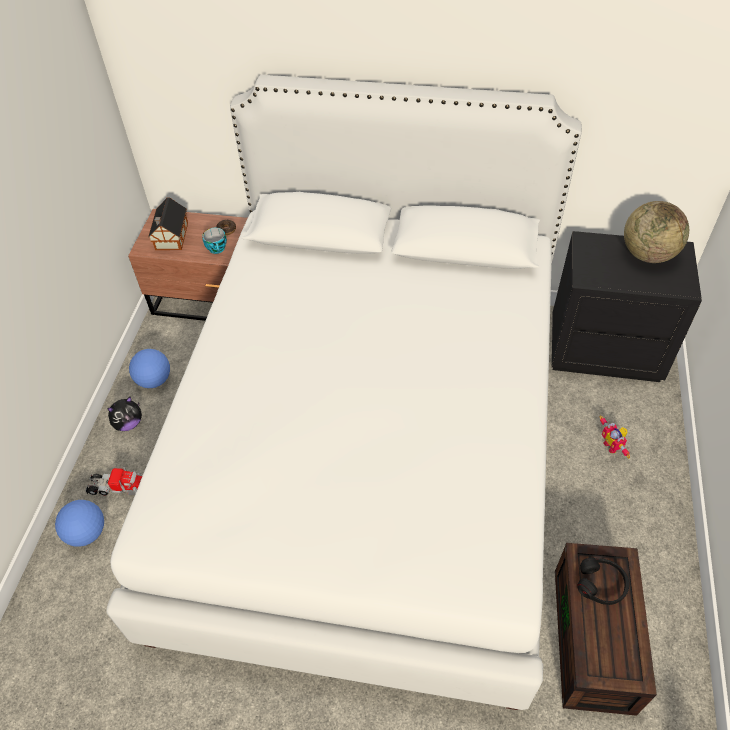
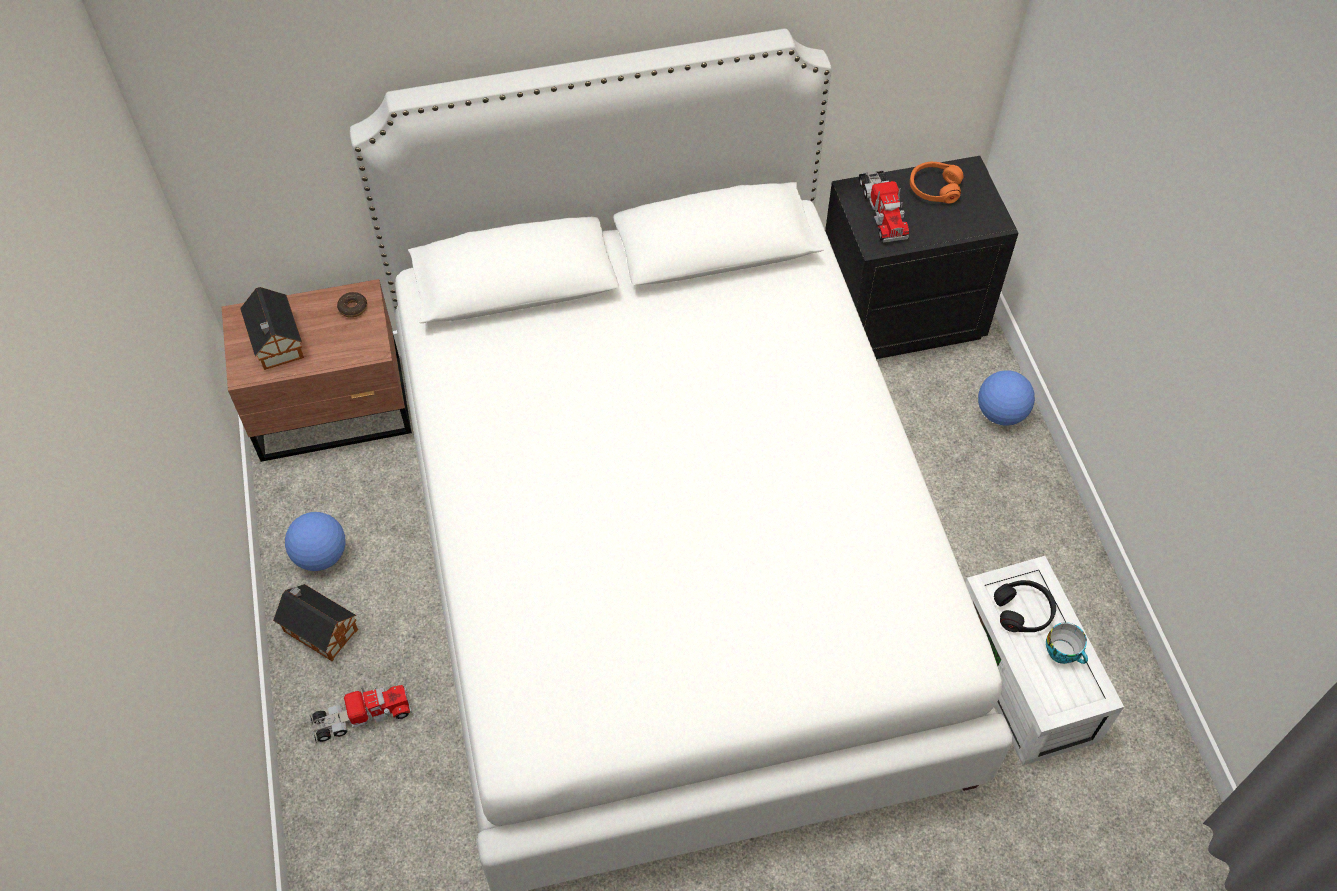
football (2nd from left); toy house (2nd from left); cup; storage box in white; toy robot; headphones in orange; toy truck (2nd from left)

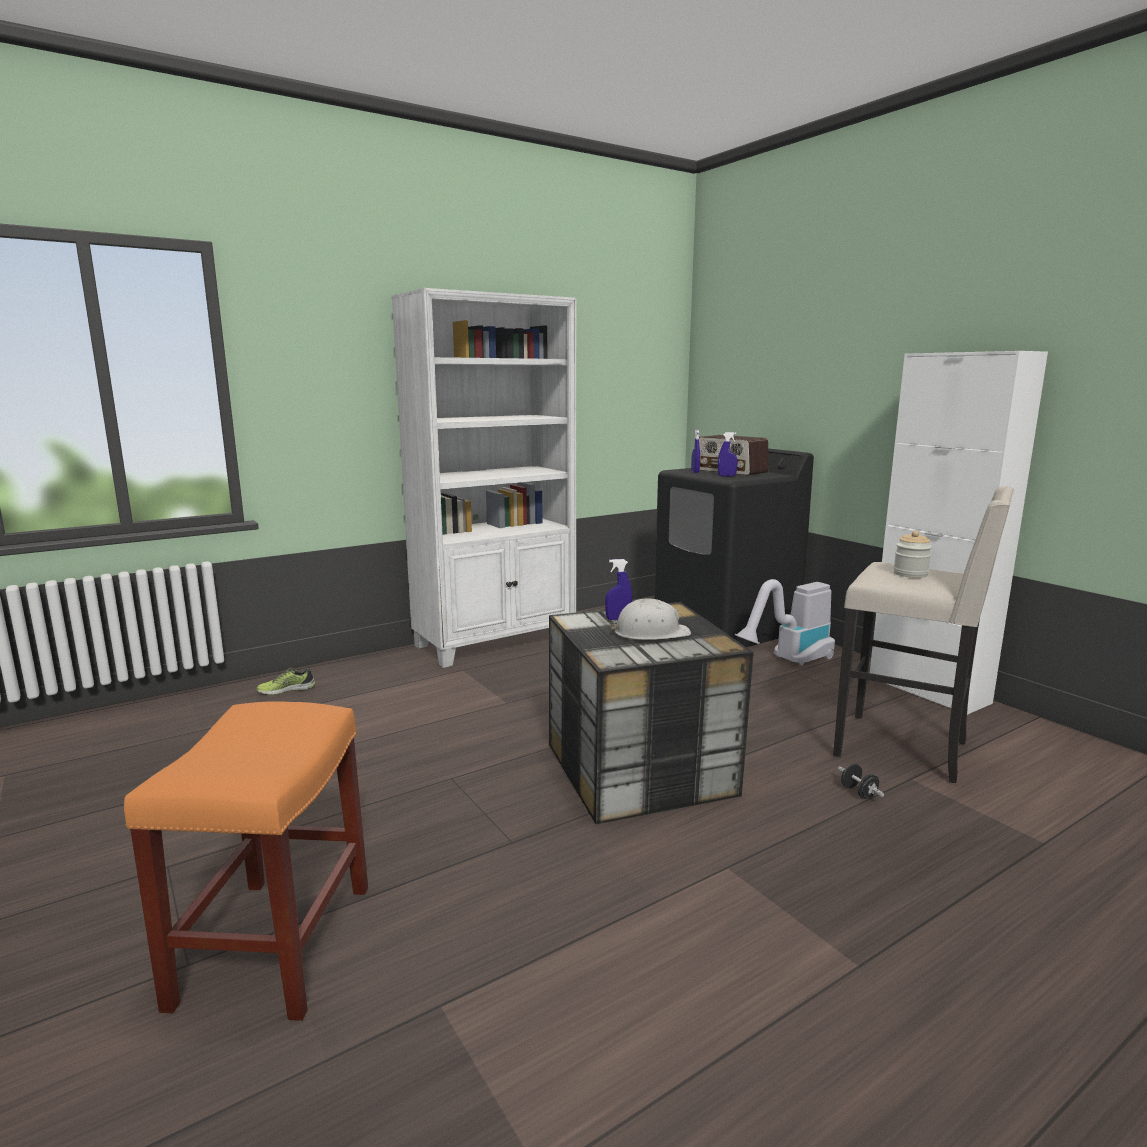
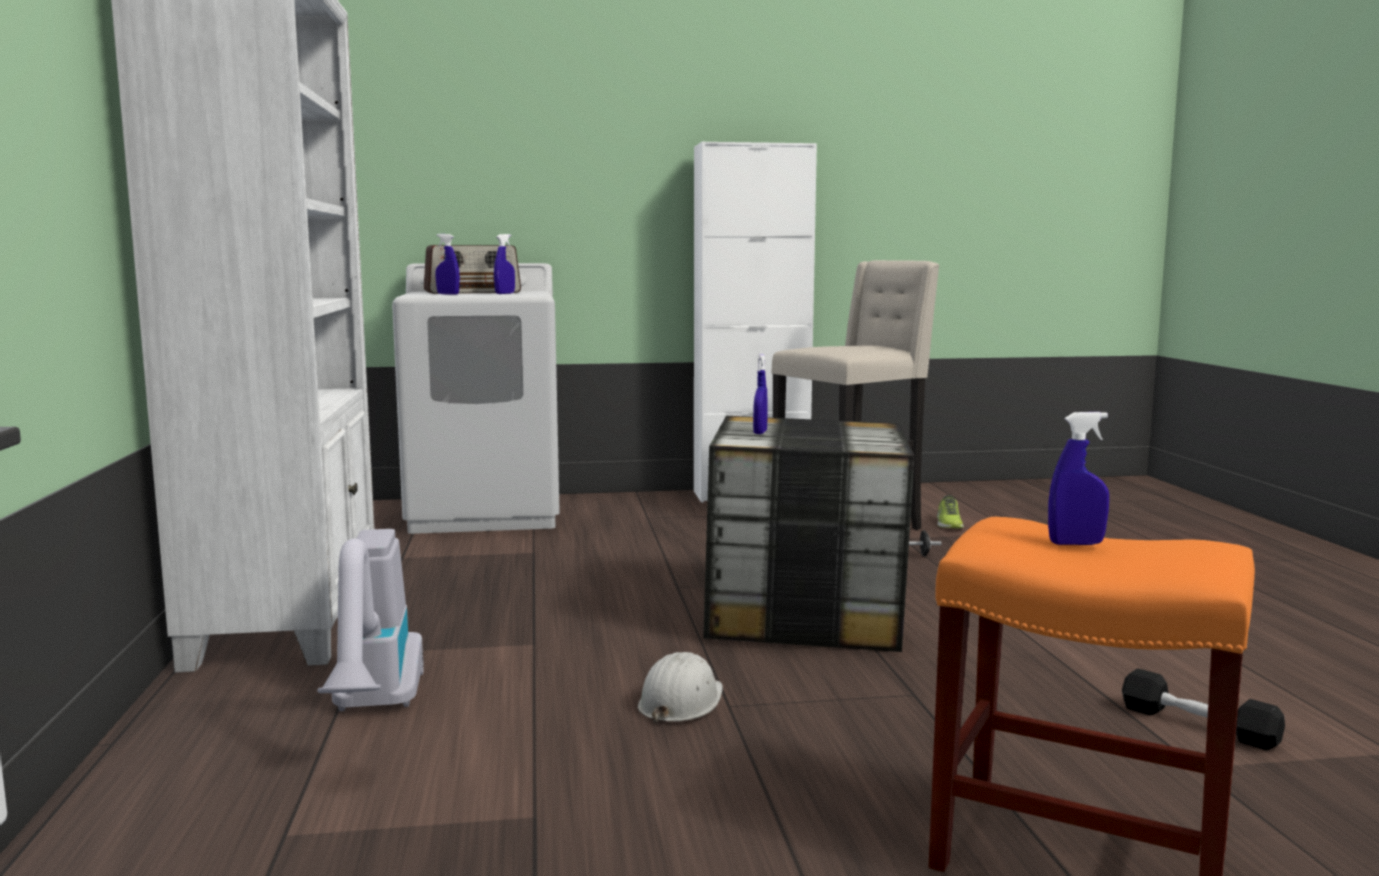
shoe; hard hat in white; washing machine in white; vacuum cleaner; jar; spray bottle in blue (4th from left); dumbbell in black (2nd from left)

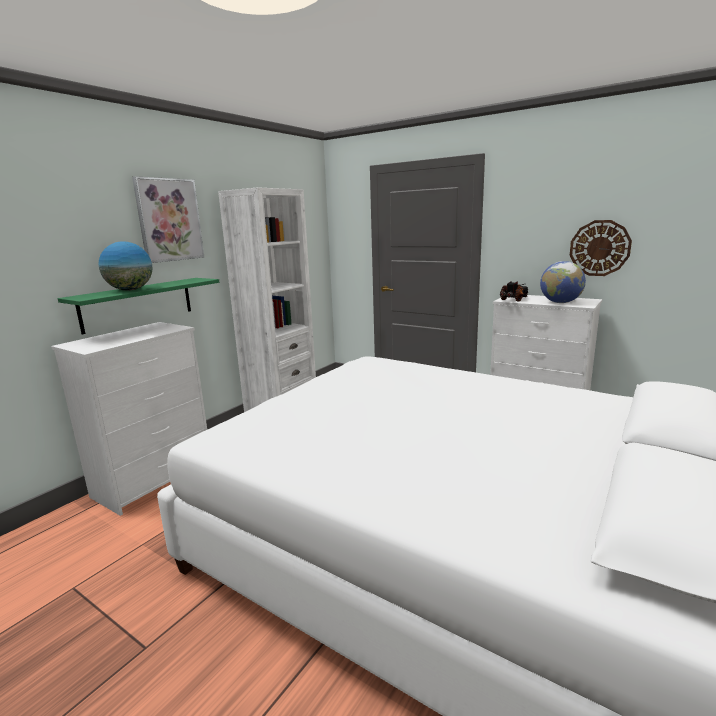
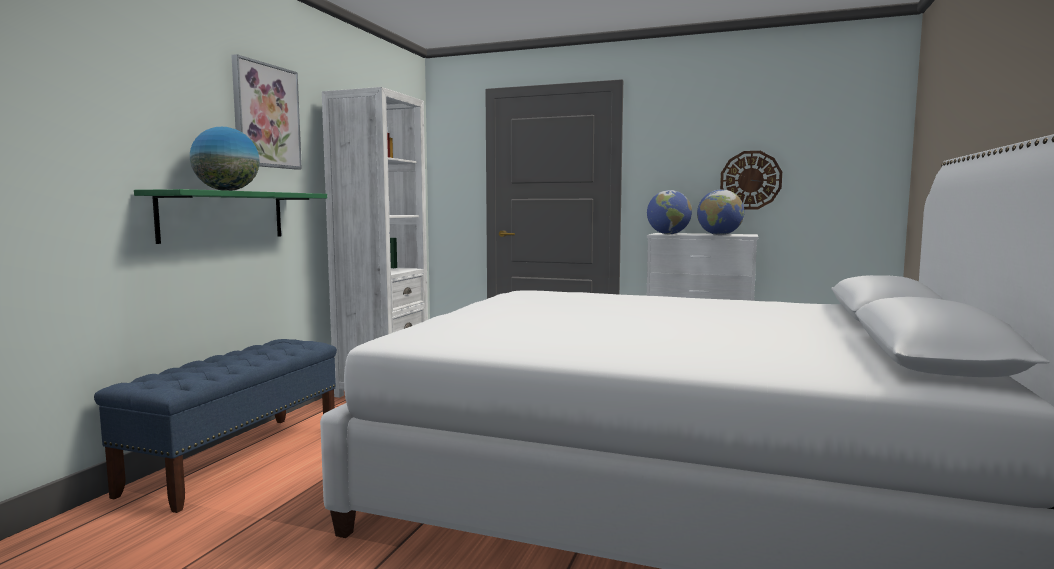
bench in blue; globe (2nd from left)

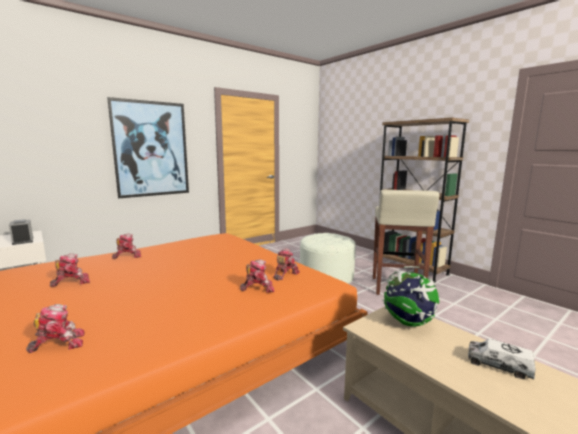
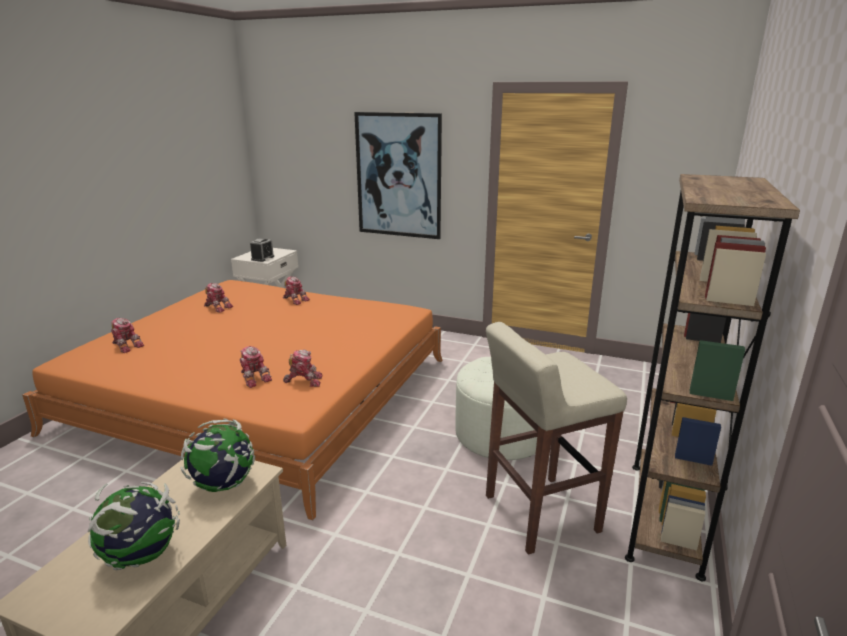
globe (1st from left)

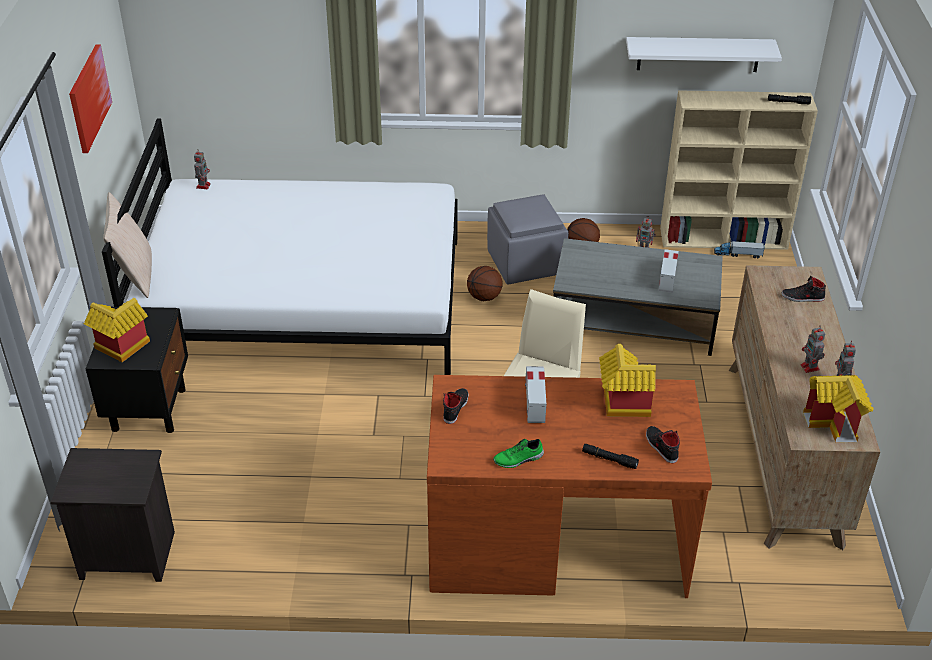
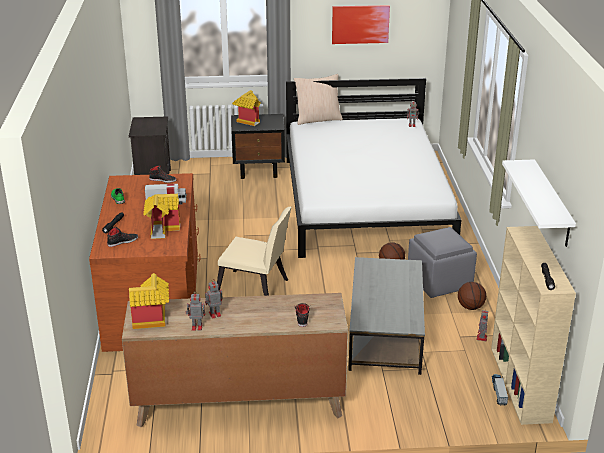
toy truck (2nd from left in the first image)

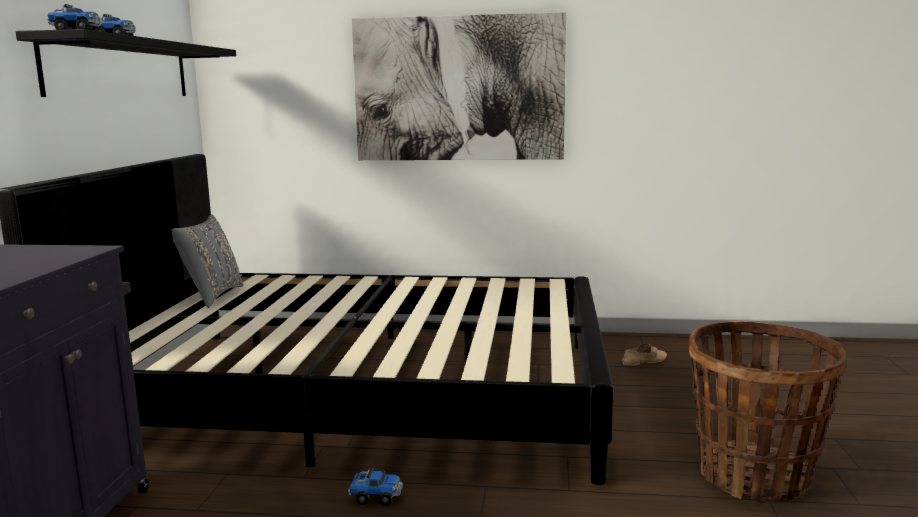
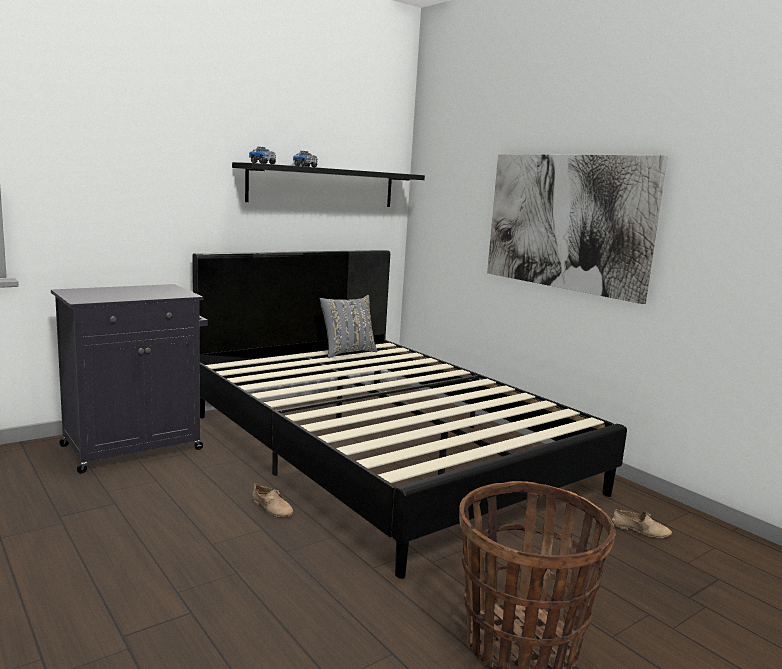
shoe in beige (1st from left)

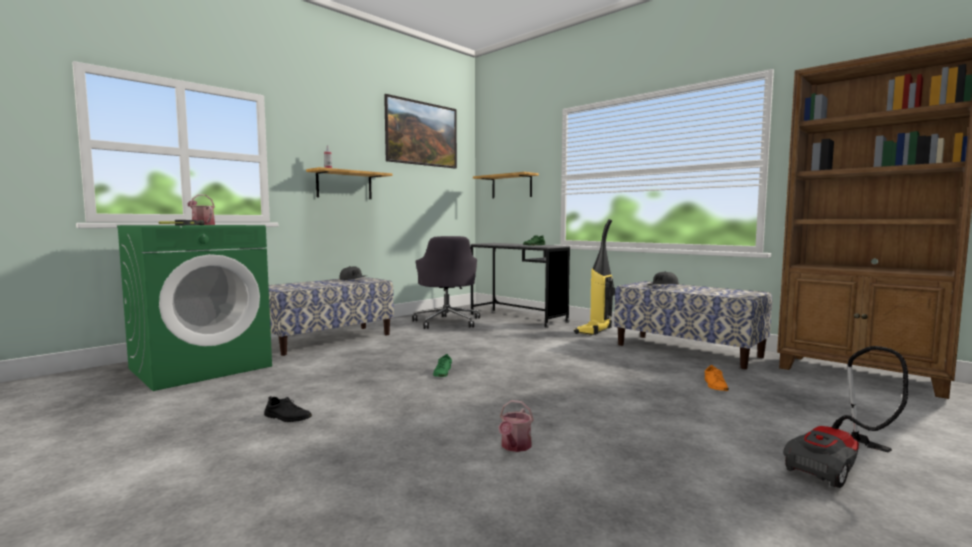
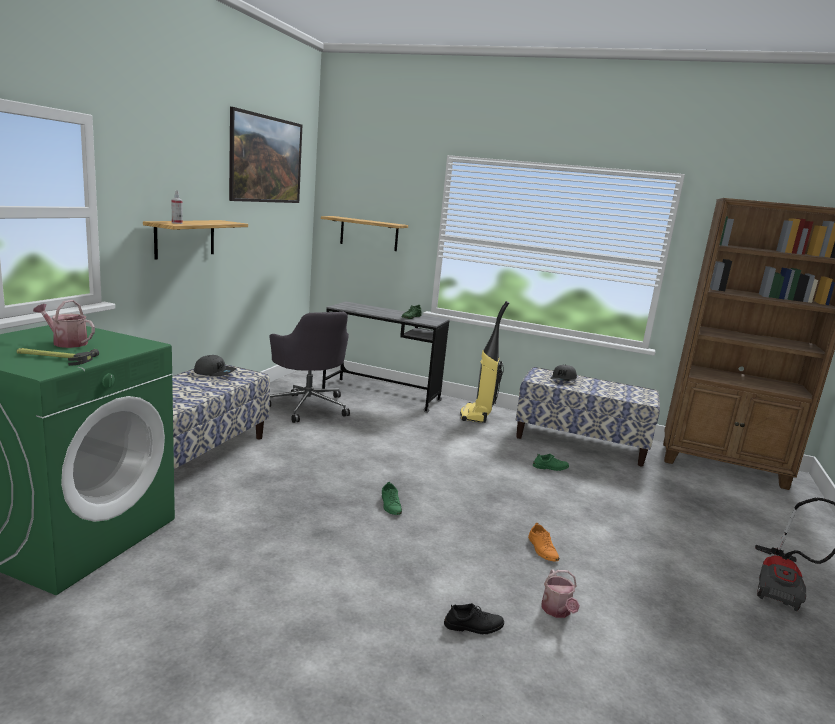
shoe in black; shoe in orange; shoe in green (3rd from left)

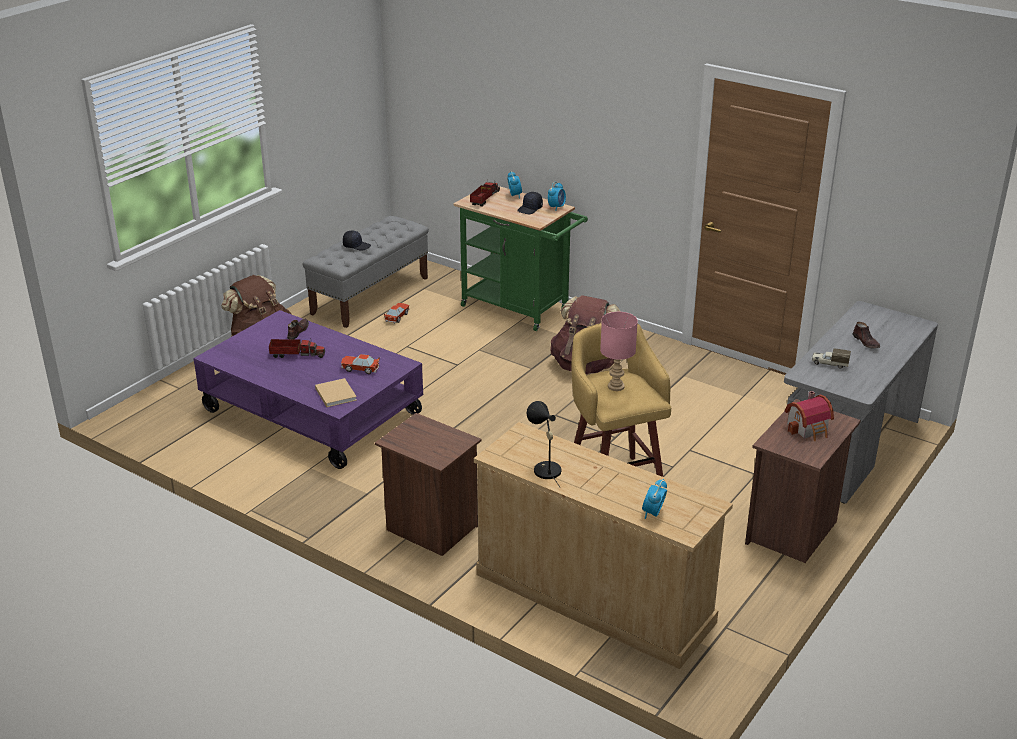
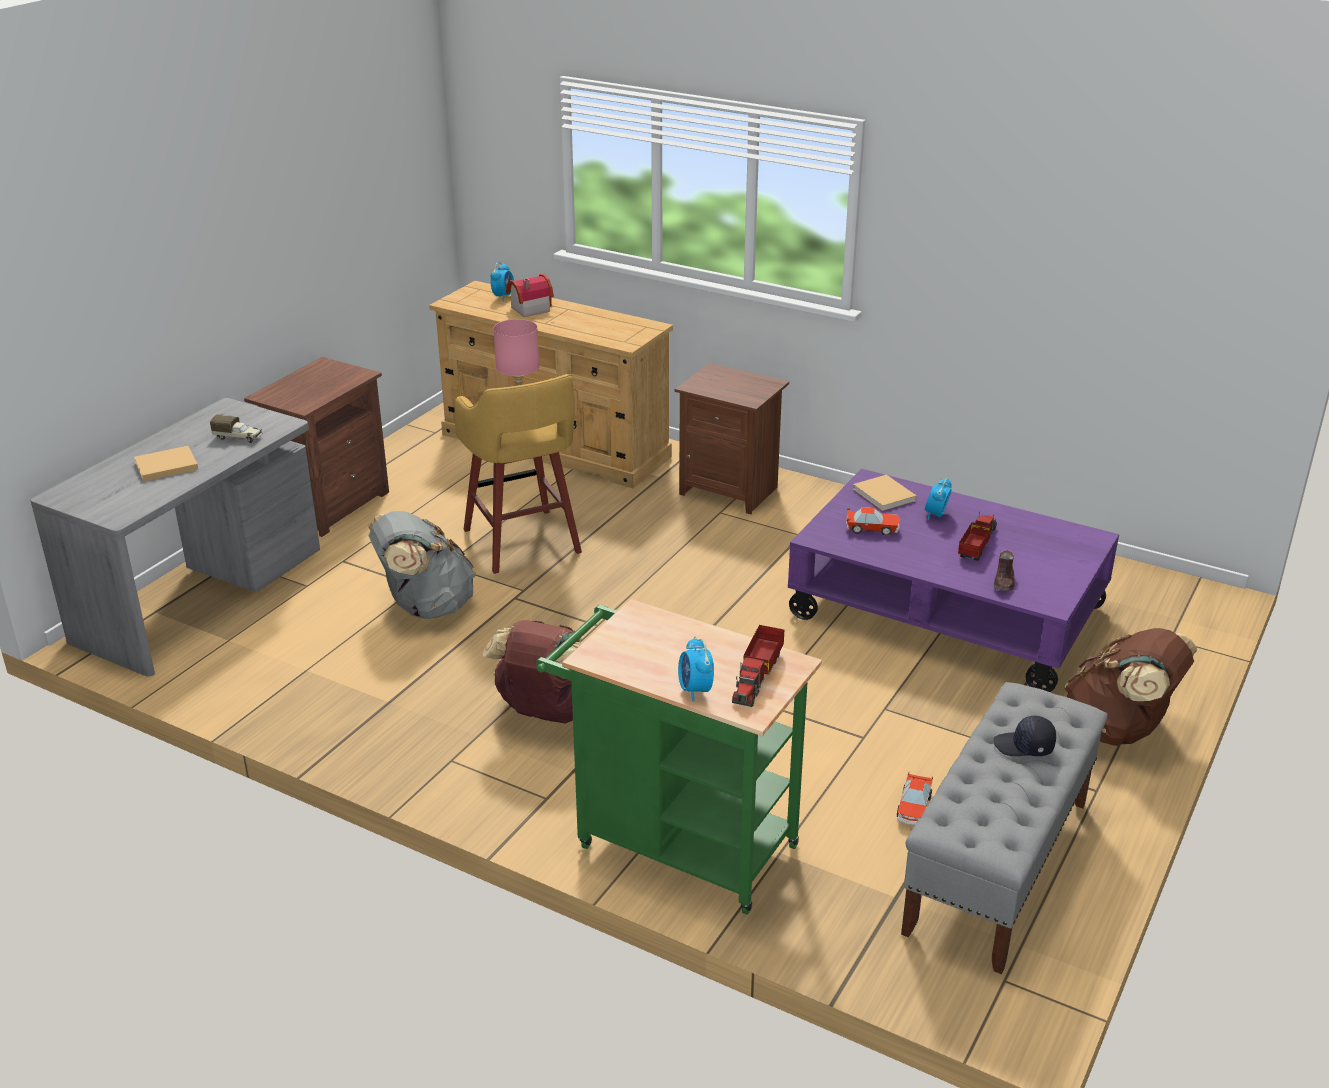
toy truck (3rd from left); cap in black (2nd from left in the first image); table lamp in black; alarm clock (3rd from left); toy house; book in beige (1st from left); backpack in grey

